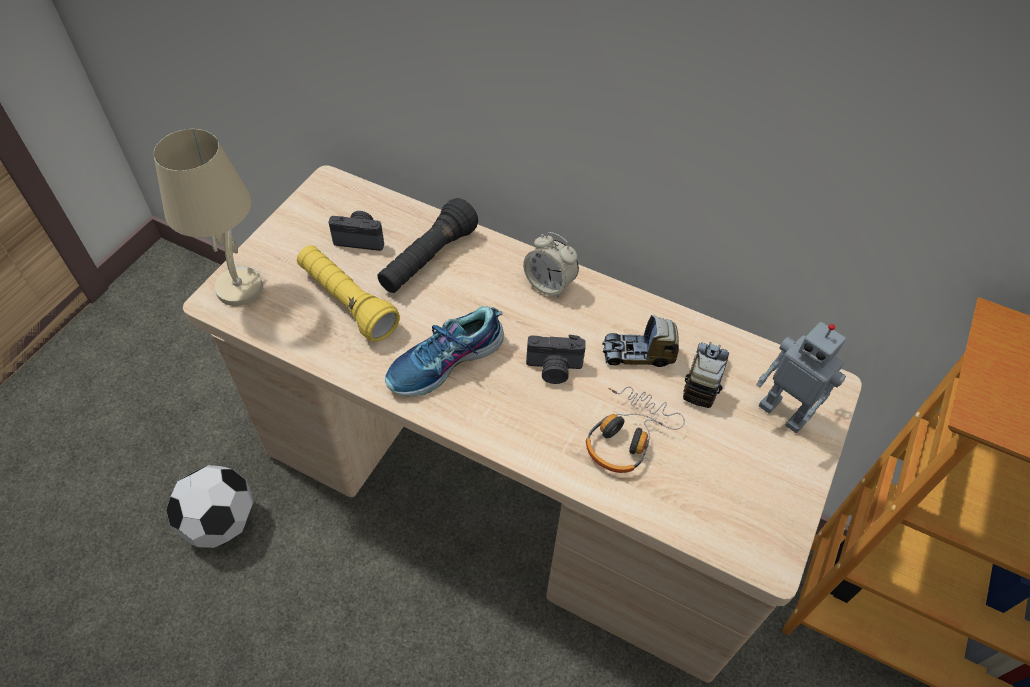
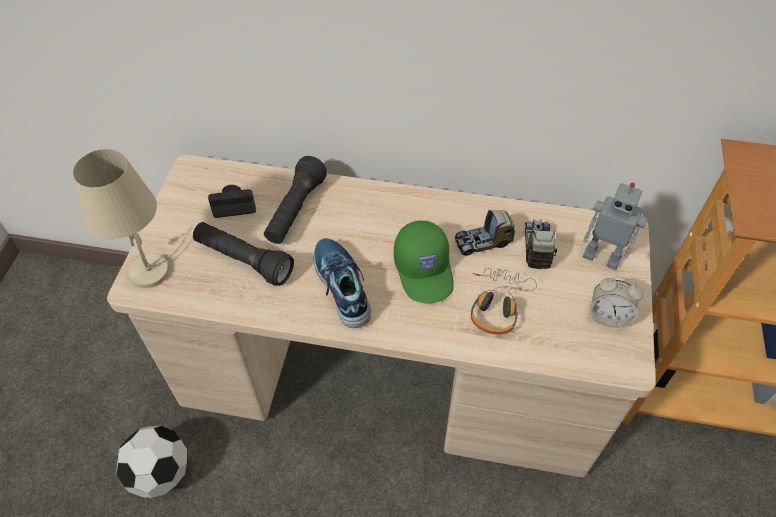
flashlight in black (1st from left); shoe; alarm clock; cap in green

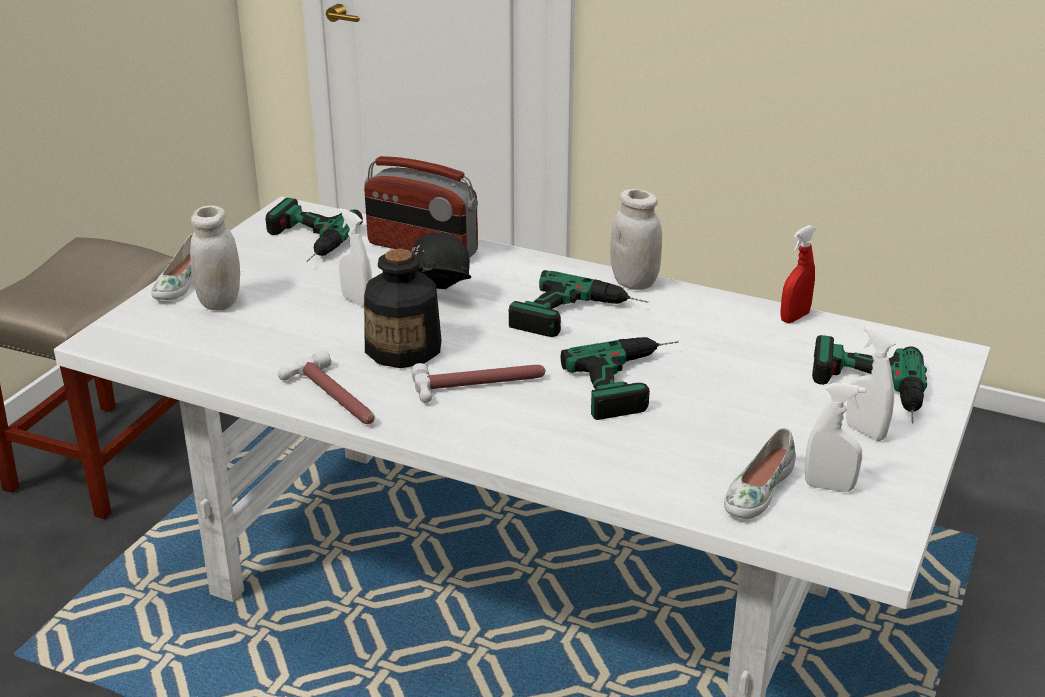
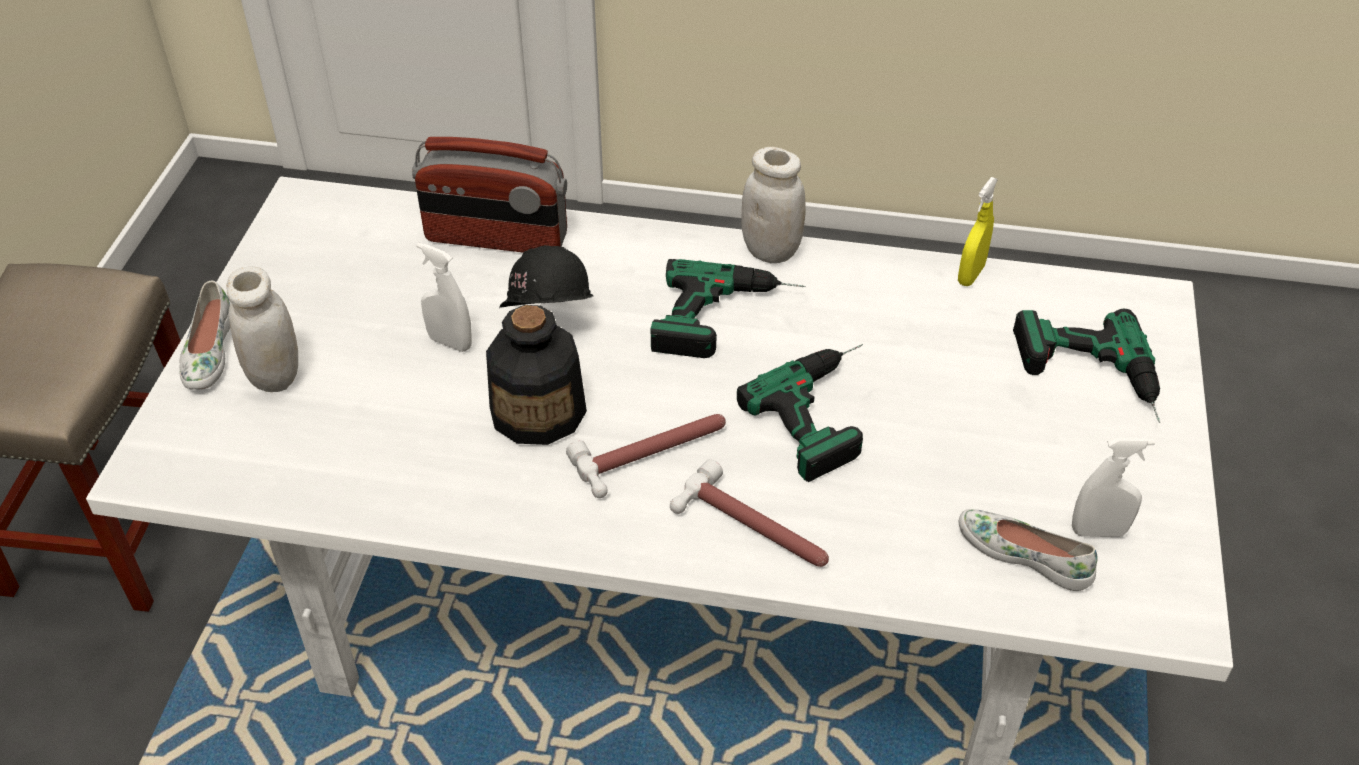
power drill (1st from left in the first image); hammer (2nd from left); shoe in white (2nd from left); spray bottle in yellow; spray bottle in white (3rd from left in the first image)

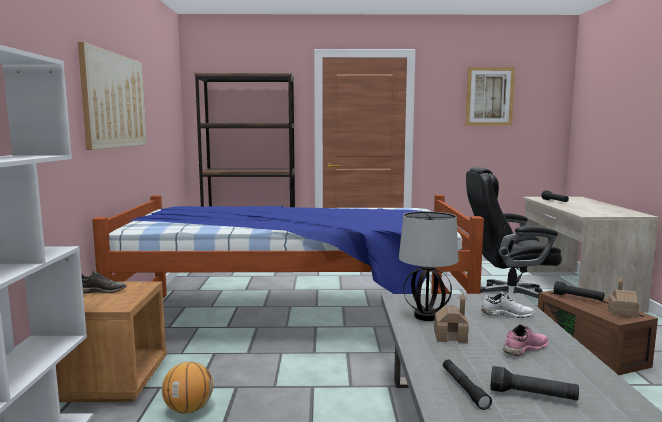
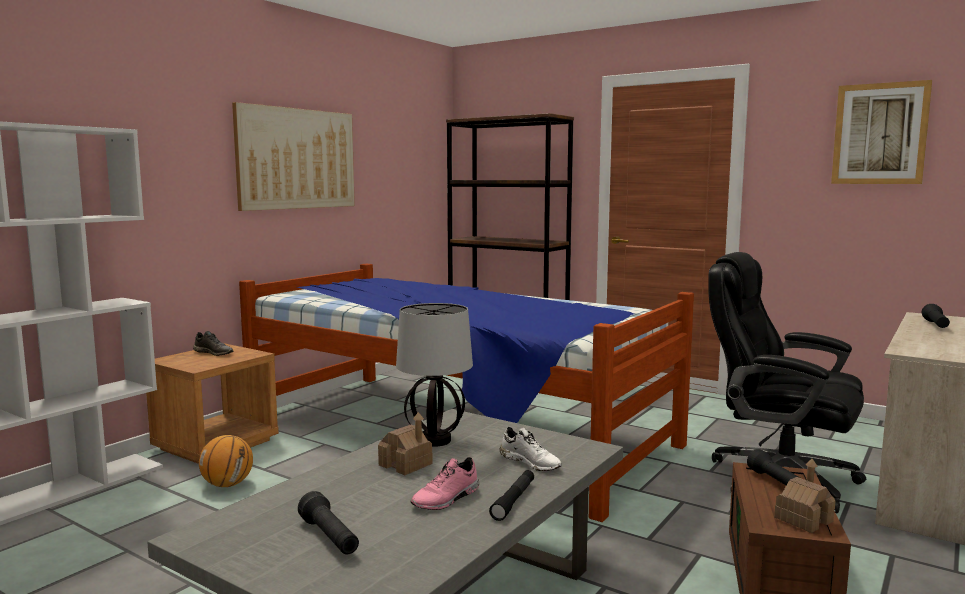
flashlight in black (2nd from left); shoe in pink

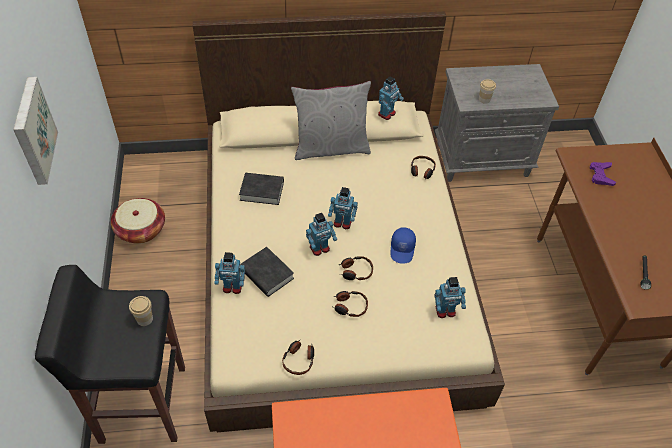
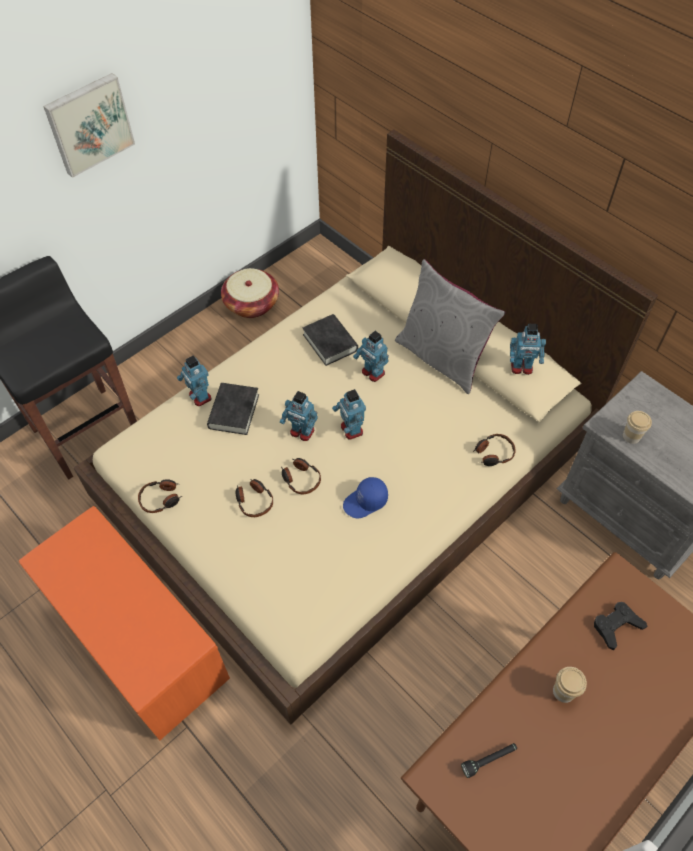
cup (1st from left); toy robot (4th from left); game controller in black

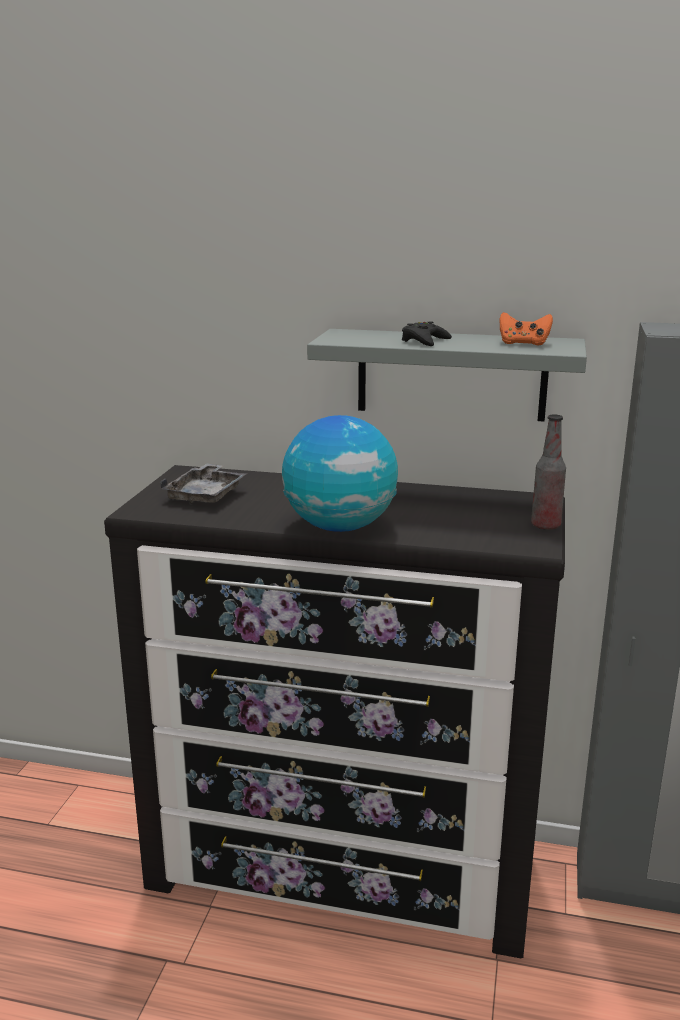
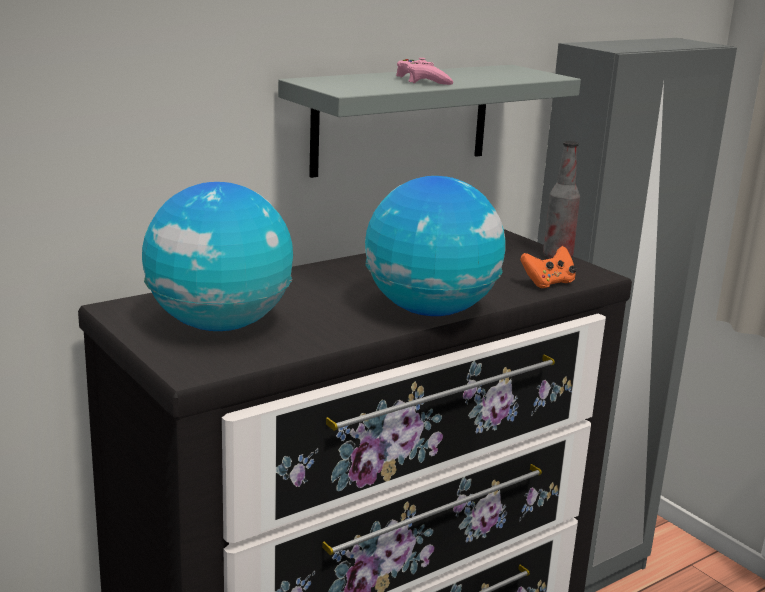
globe (1st from left); game controller in pink; game controller in orange

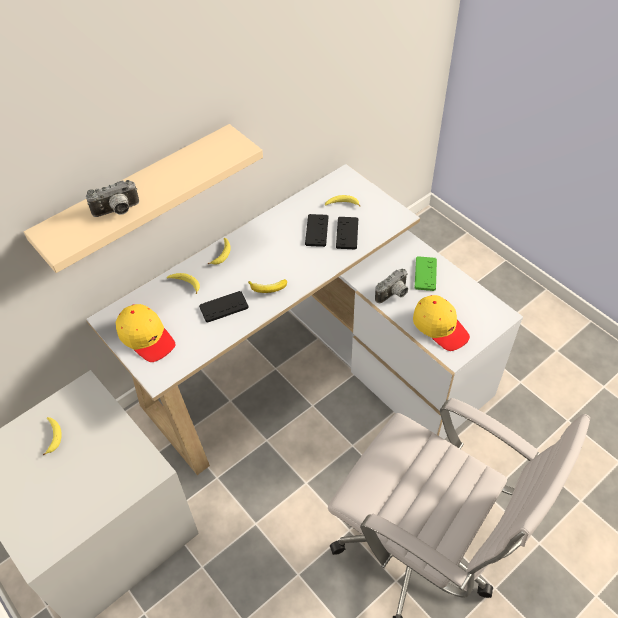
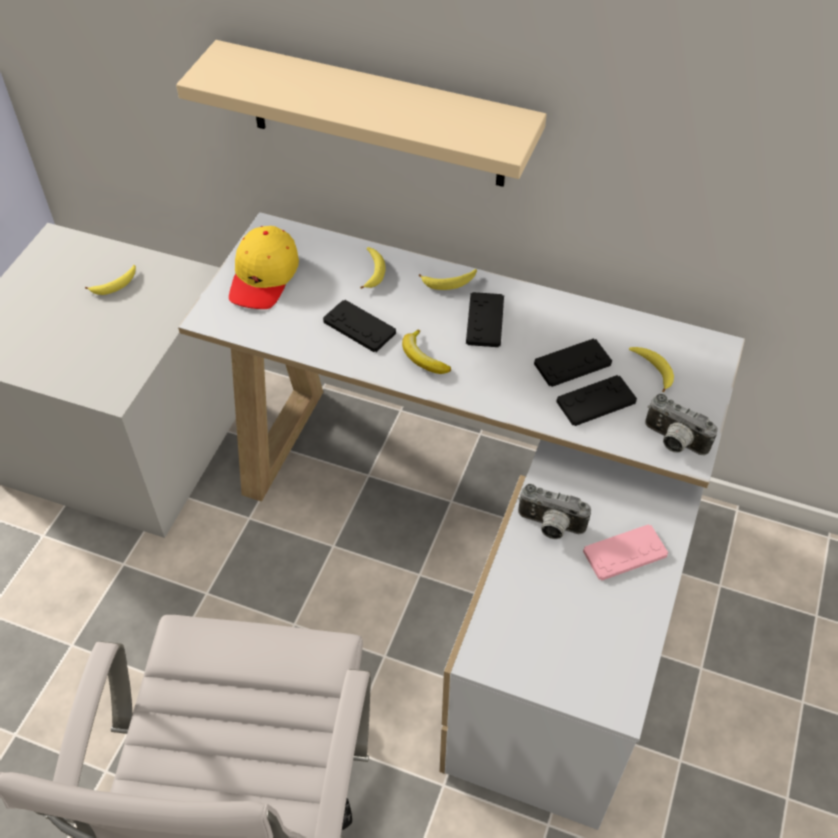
photo camera (2nd from left); cap in yellow (2nd from left in the first image); game controller in pink; game controller in black (2nd from left)

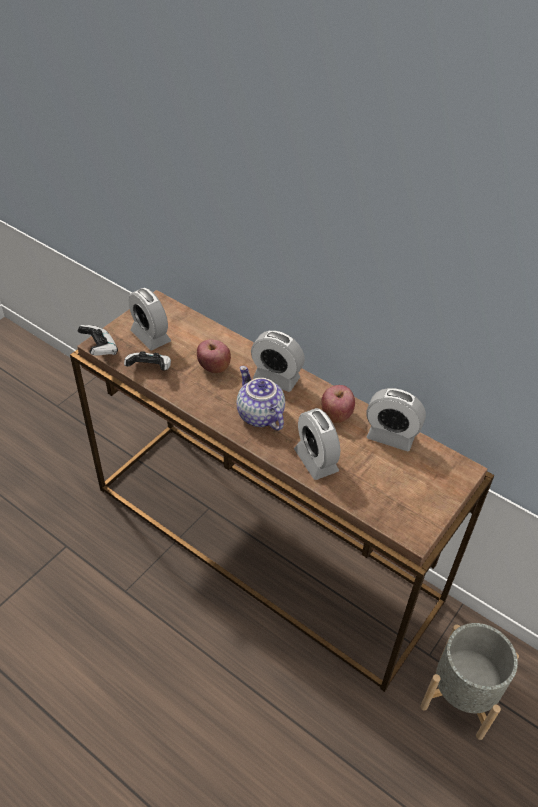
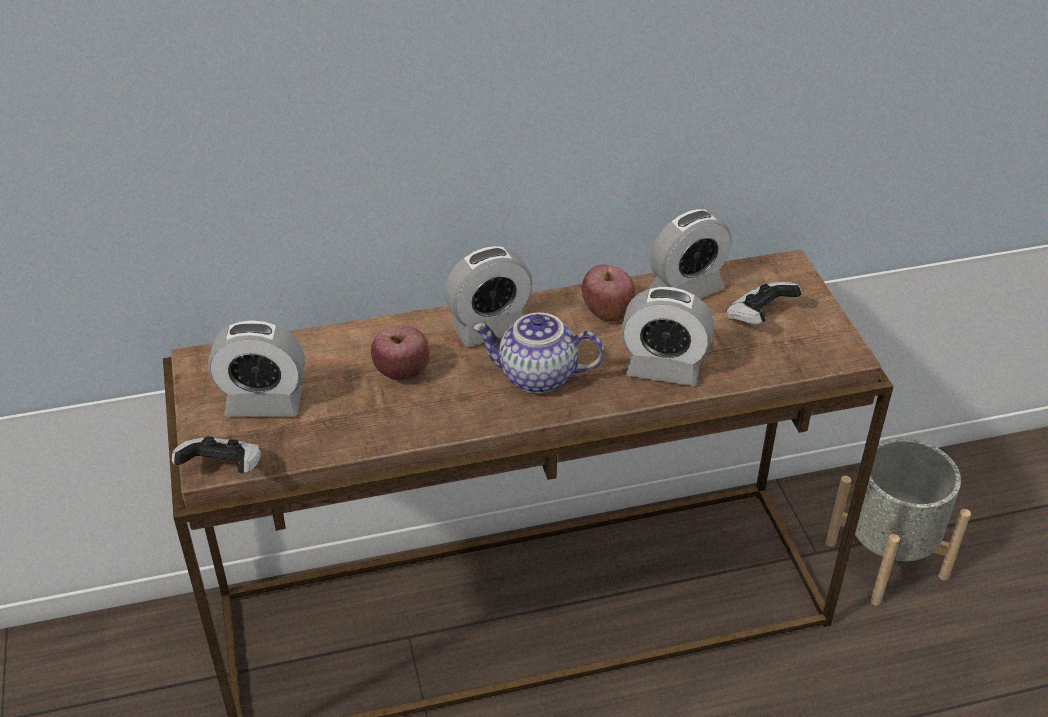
game controller (2nd from left)

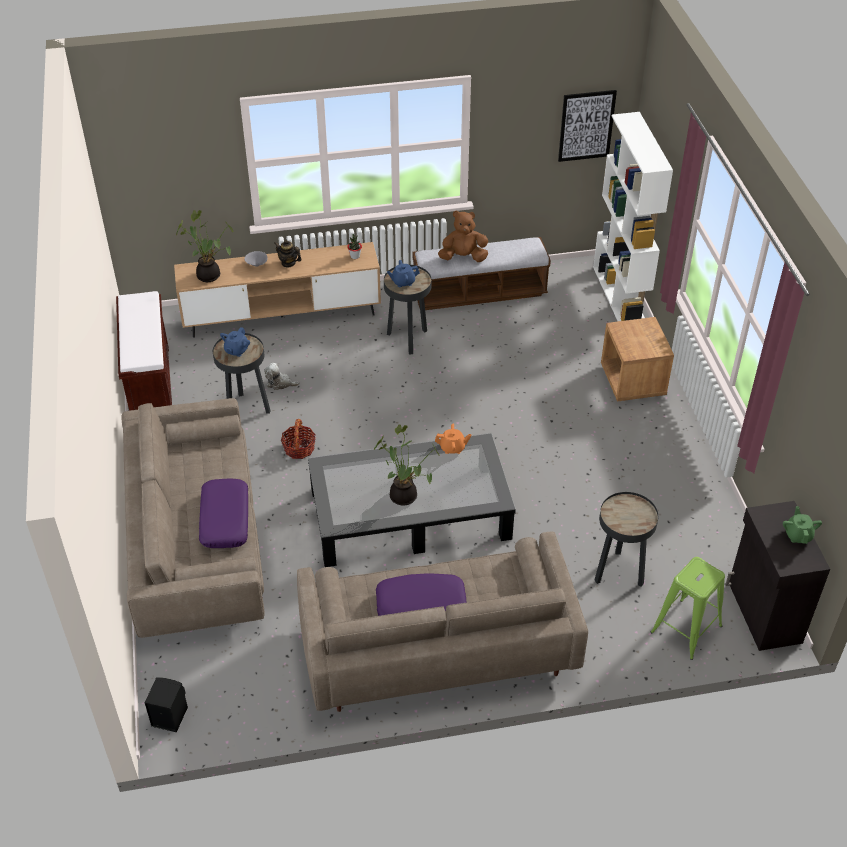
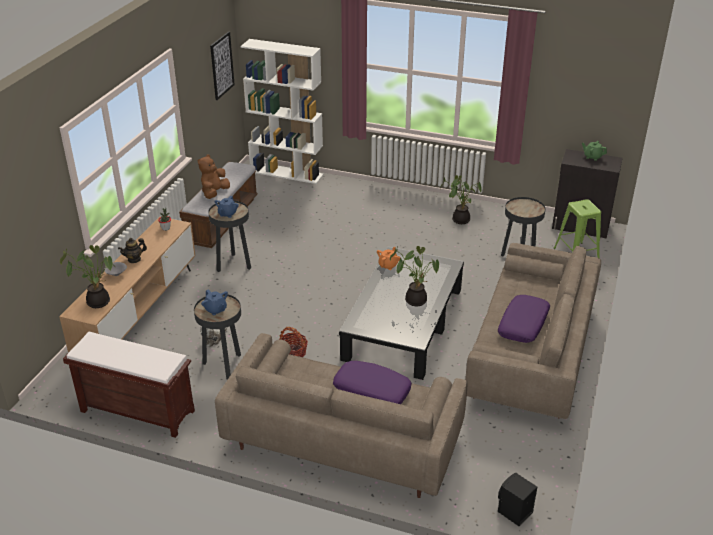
nightstand in brown; potted plant (4th from left)

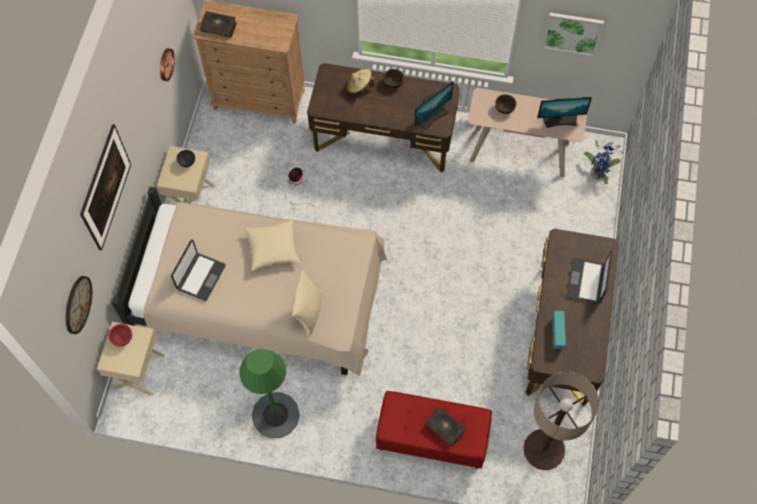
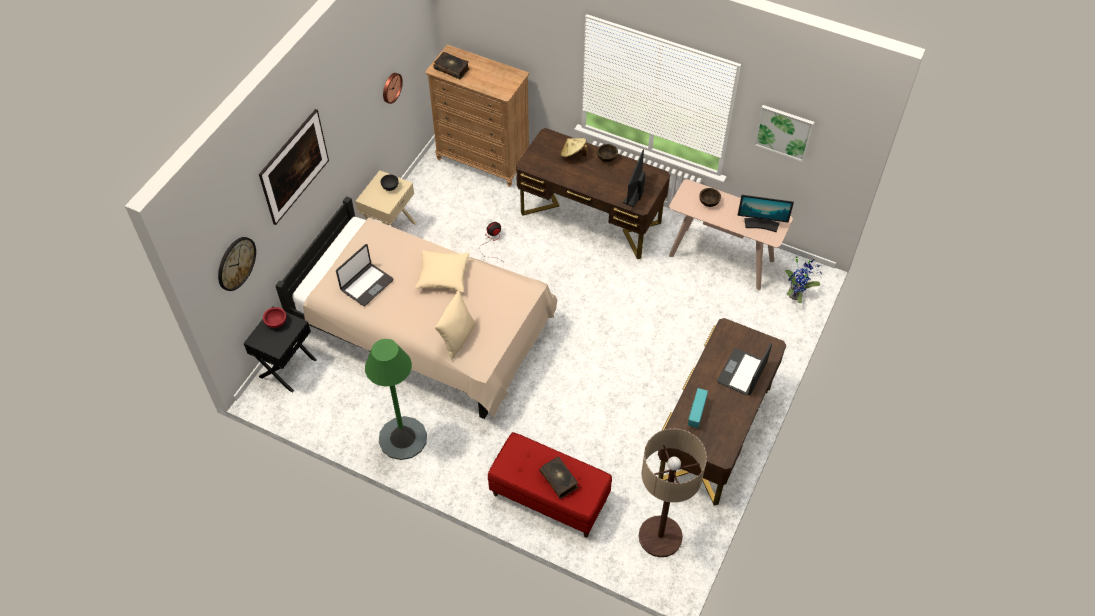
nightstand in black; monitor (1st from left)

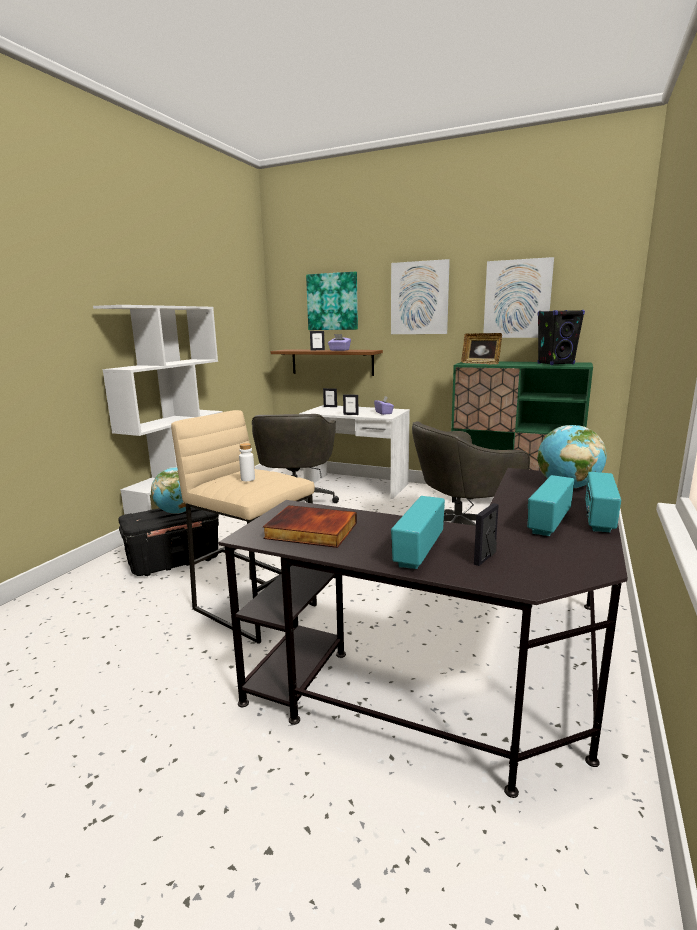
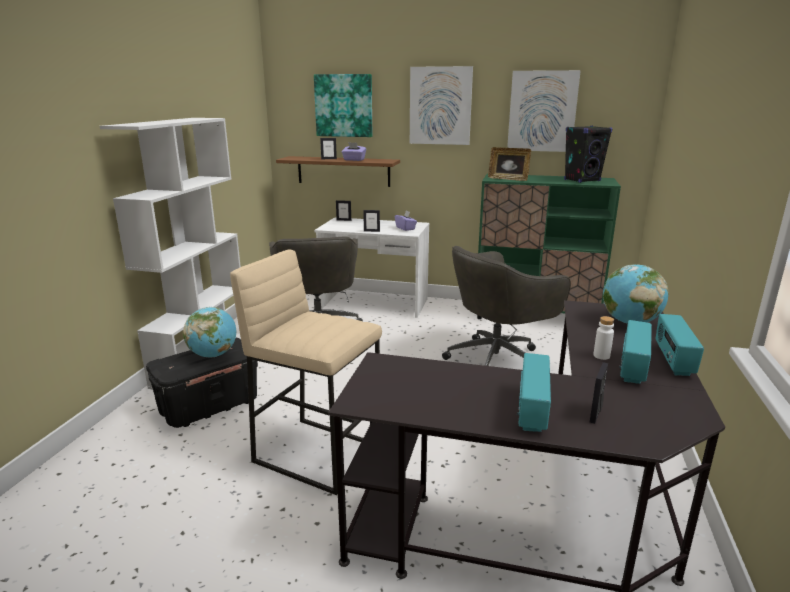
bottle in white; book

